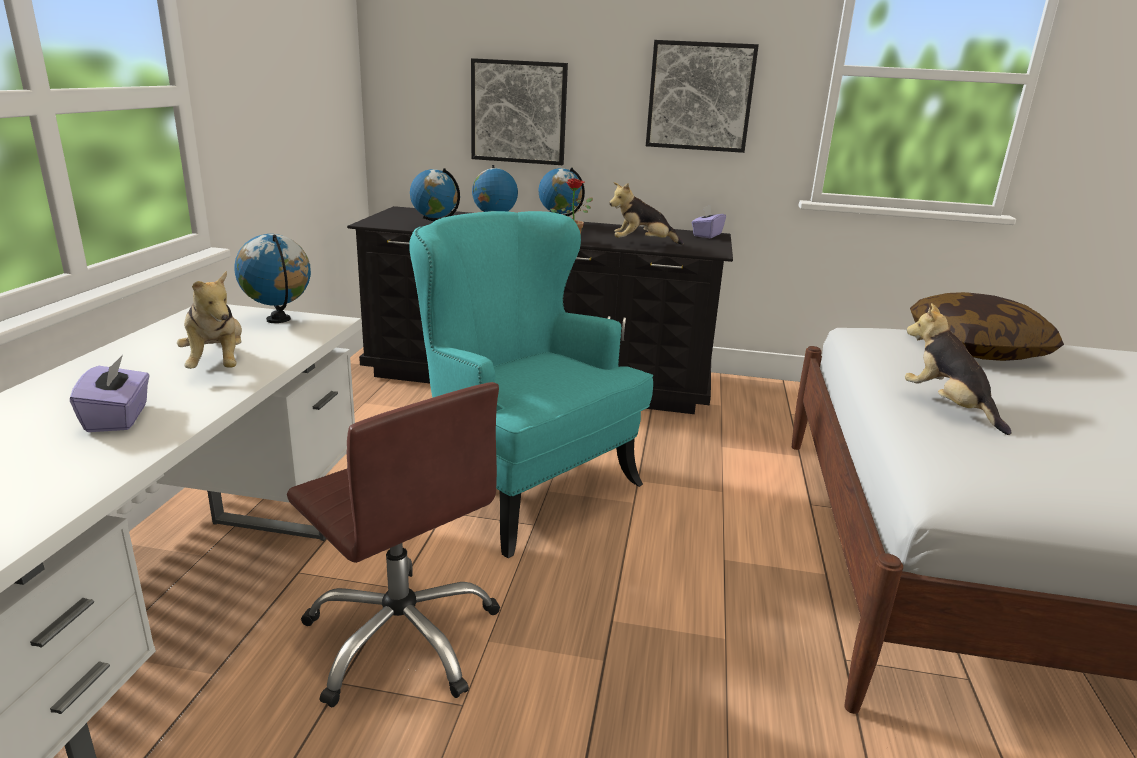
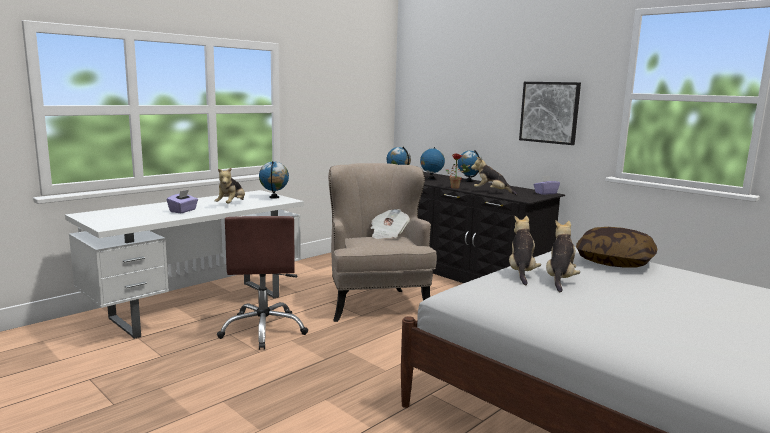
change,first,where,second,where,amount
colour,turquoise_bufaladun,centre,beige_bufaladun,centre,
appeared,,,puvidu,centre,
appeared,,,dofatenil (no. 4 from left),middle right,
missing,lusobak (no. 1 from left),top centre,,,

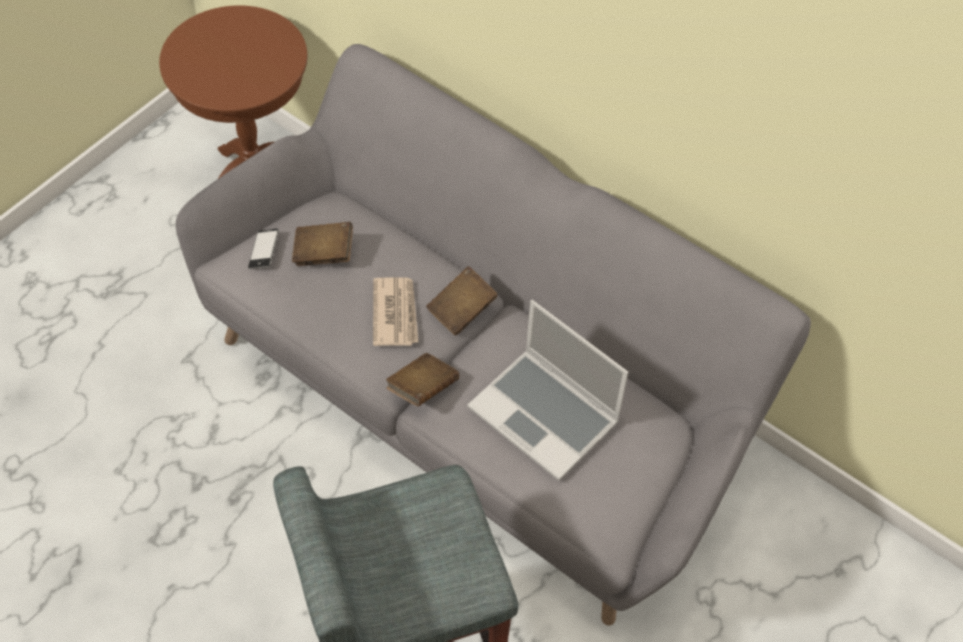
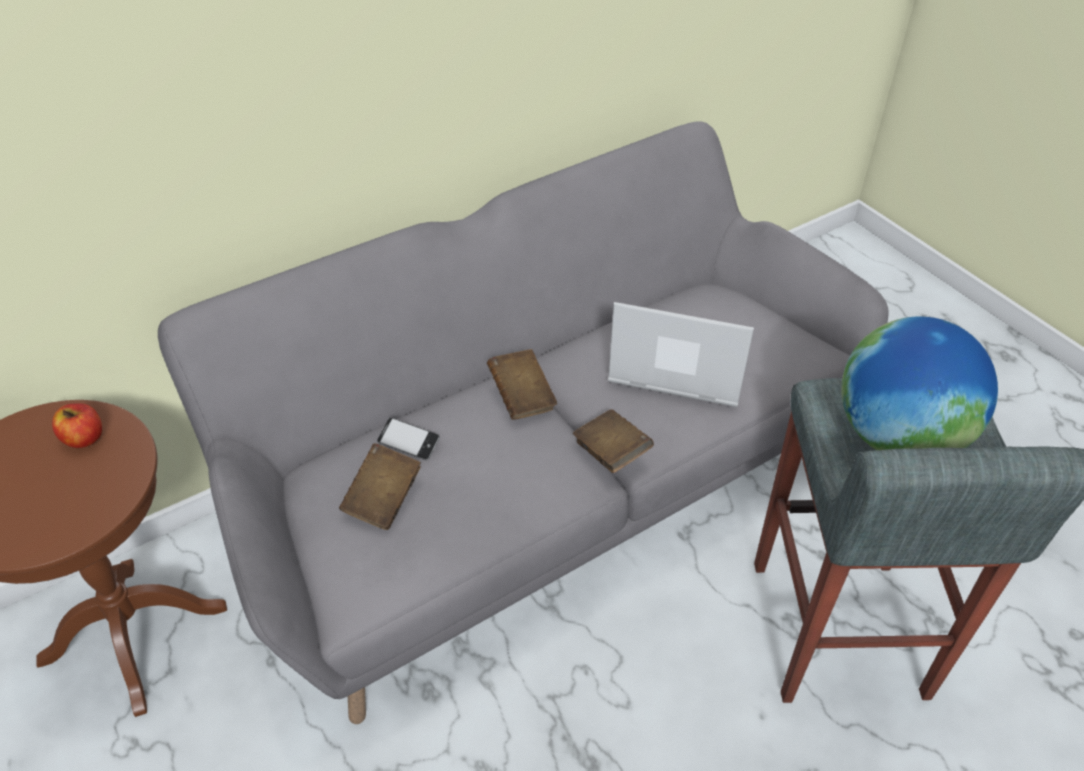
change,first,where,second,where,amount
appeared,,,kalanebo,middle left,
relocated,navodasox,middle left,,centre,
spun,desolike,centre,,centre,135 degrees counterclockwise
appeared,,,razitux,middle right,
missing,puvidu,centre,,,

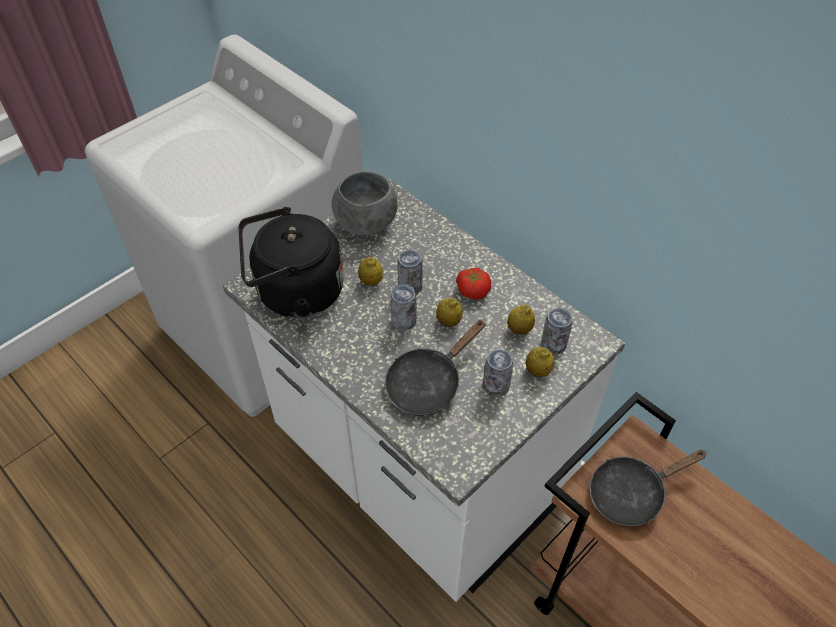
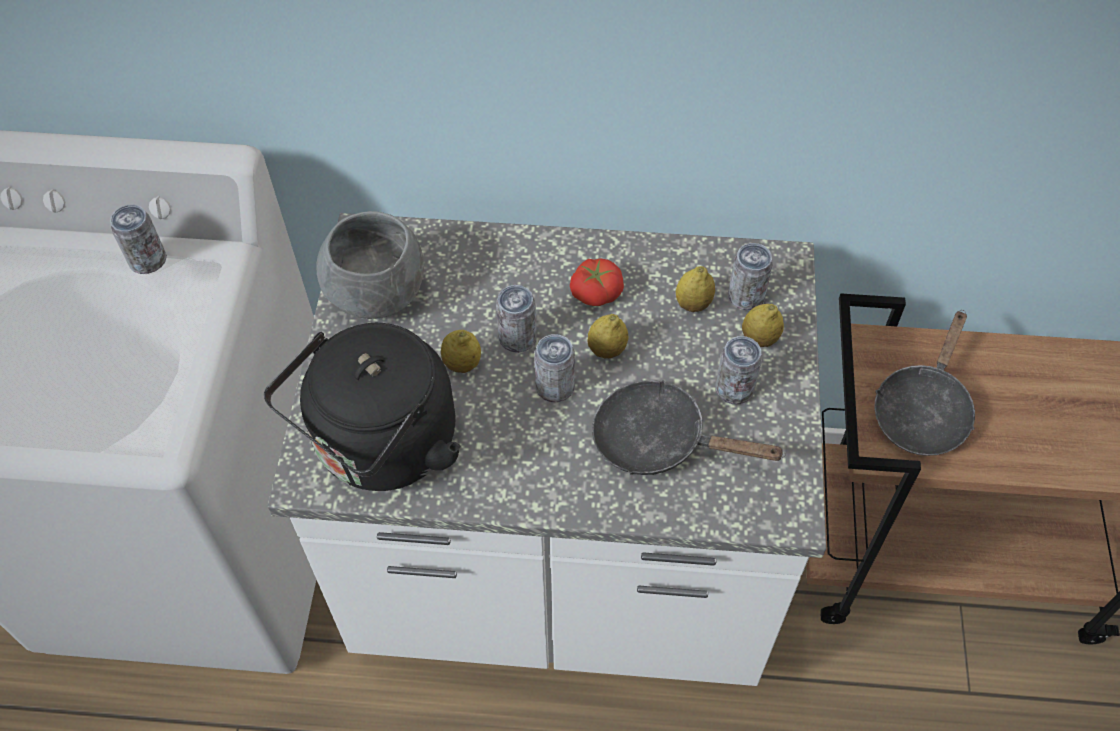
change,first,where,second,where,amount
appeared,,,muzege (no. 1 from left),top left,
spun,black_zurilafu (no. 1 from left),centre,,centre,105 degrees clockwise

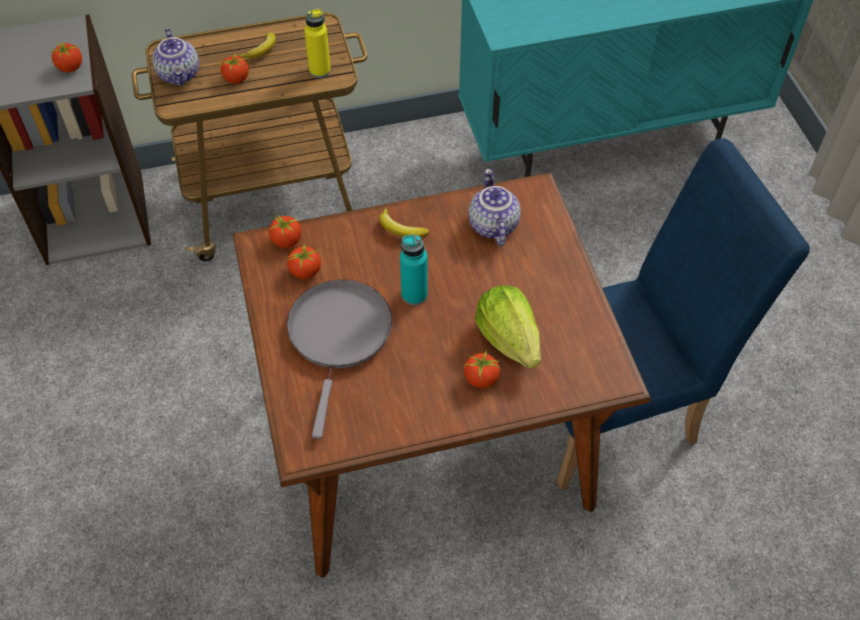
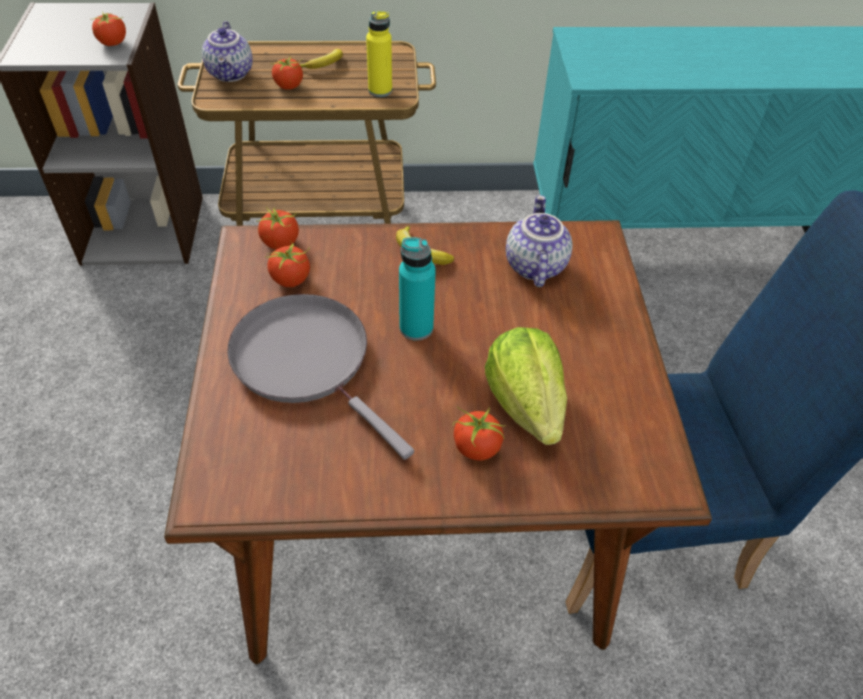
change,first,where,second,where,amount
spun,grey_zurilafu,centre,,centre,60 degrees counterclockwise

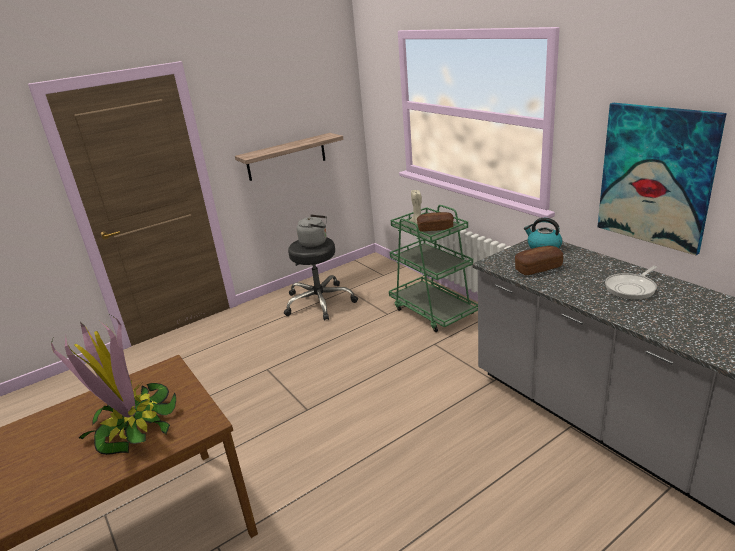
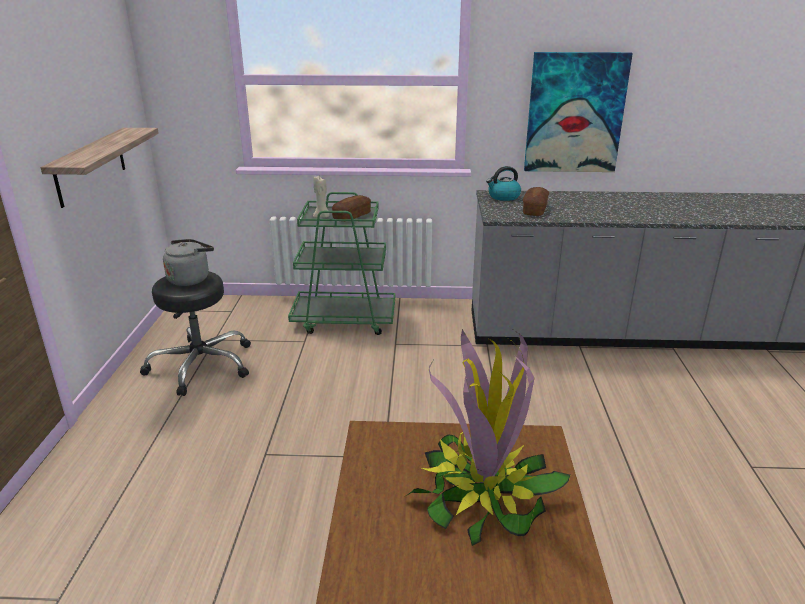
change,first,where,second,where,amount
missing,zurilafu,middle right,,,

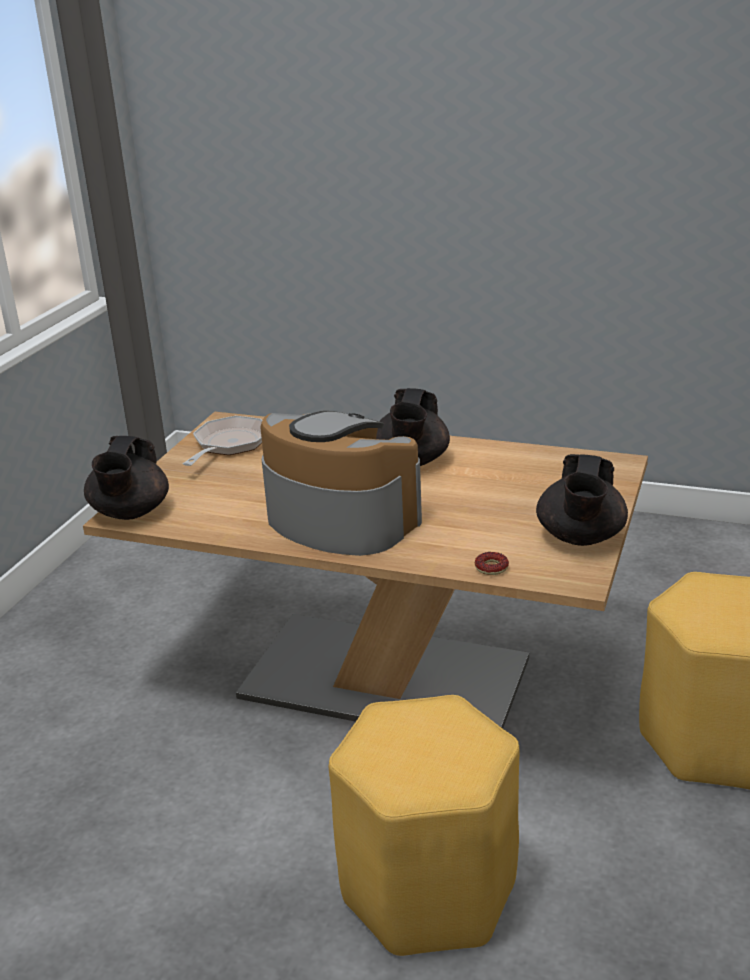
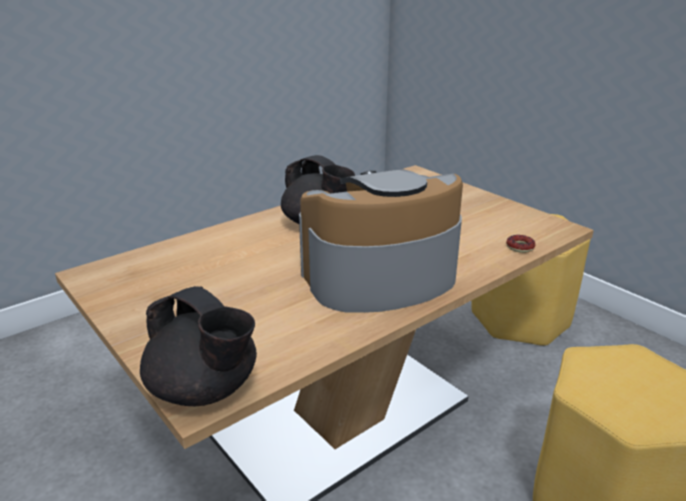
change,first,where,second,where,amount
missing,zurilafu,middle left,,,
missing,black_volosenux (no. 3 from left),middle right,,,

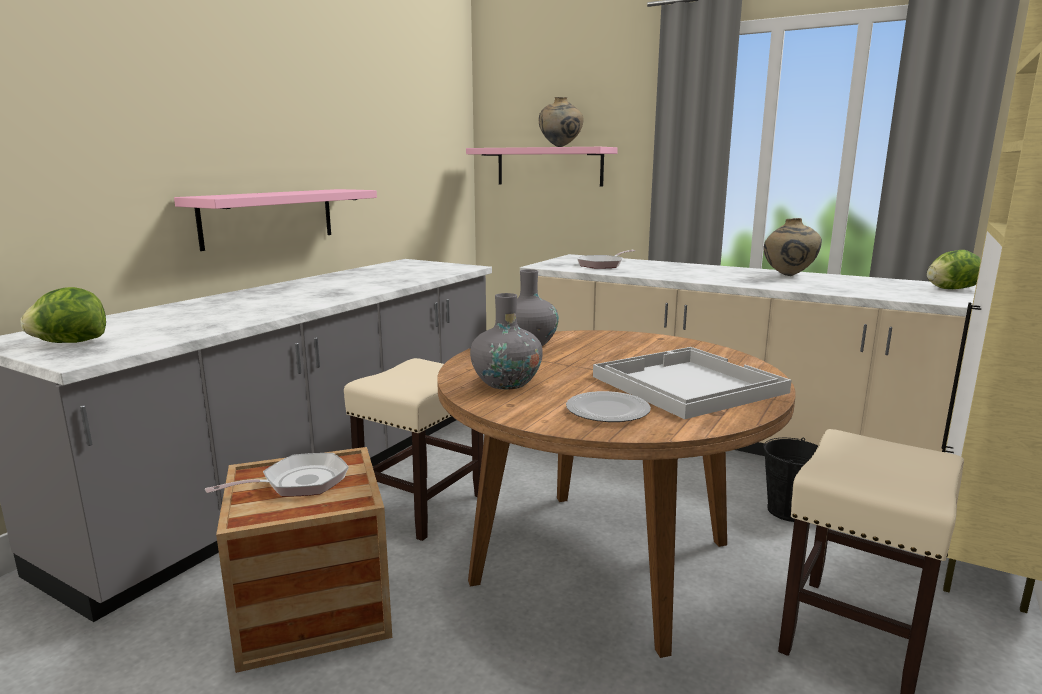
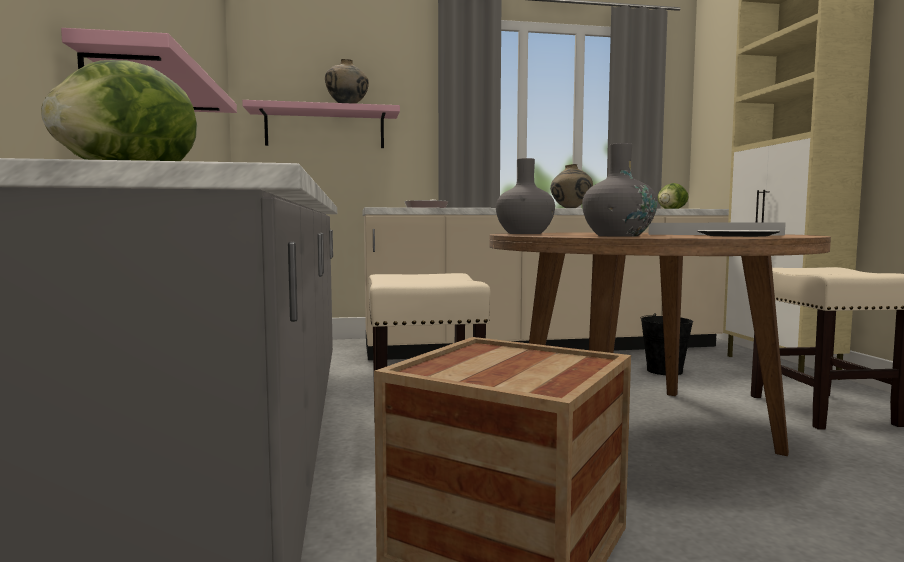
change,first,where,second,where,amount
missing,zurilafu (no. 1 from left),bottom left,,,

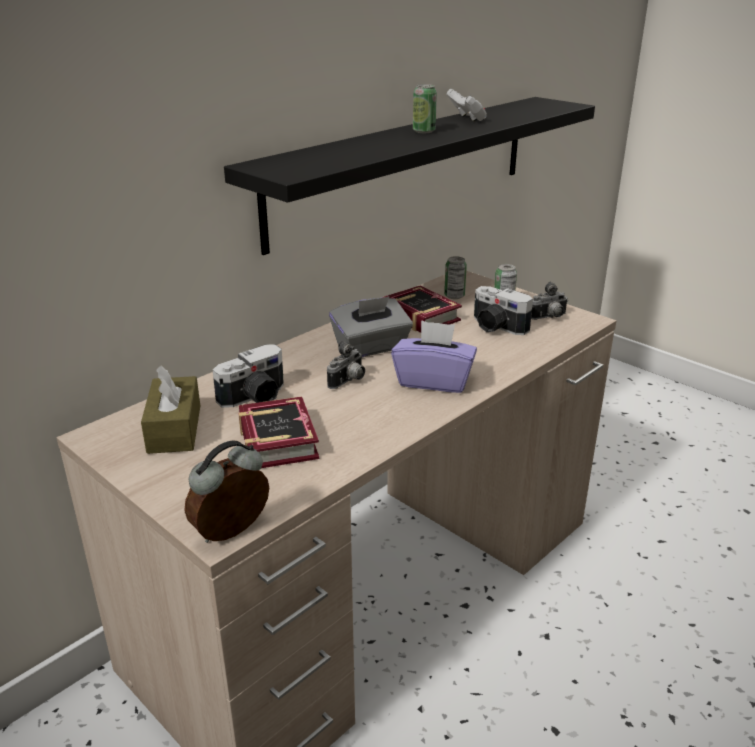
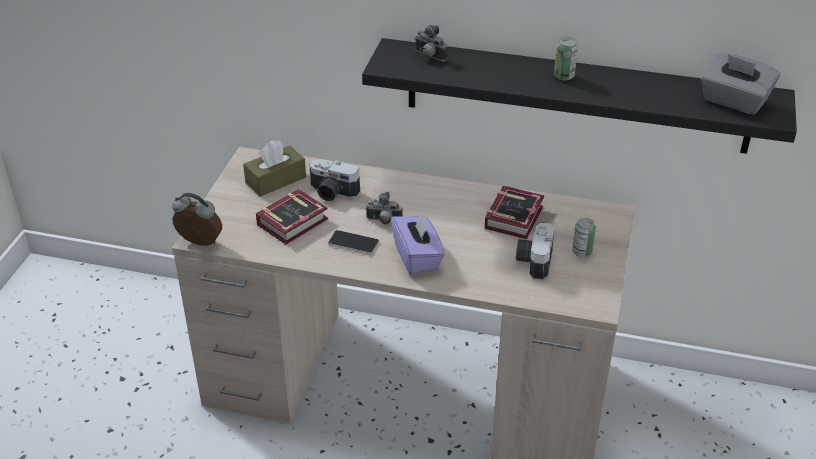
change,first,where,second,where,amount
appeared,,,navodasox,centre,
relocated,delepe (no. 4 from left in the first image),middle right,delepe (no. 3 from left),top centre,
relocated,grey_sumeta,centre,,top right,
missing,muzege (no. 2 from left),centre,,,
missing,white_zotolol,top centre,,,

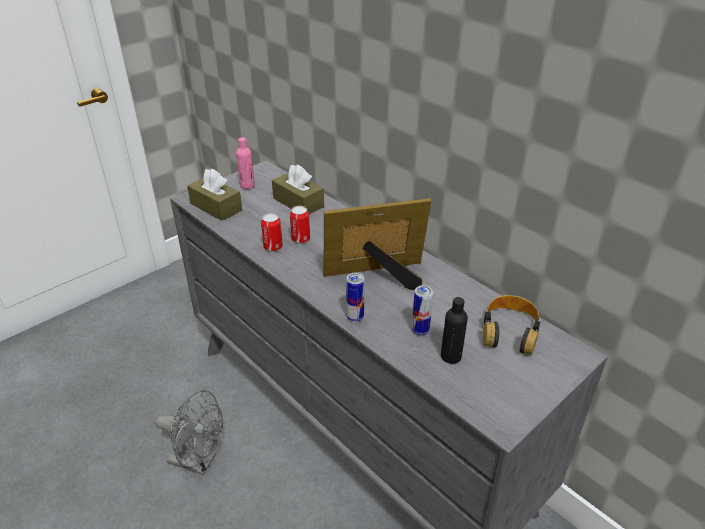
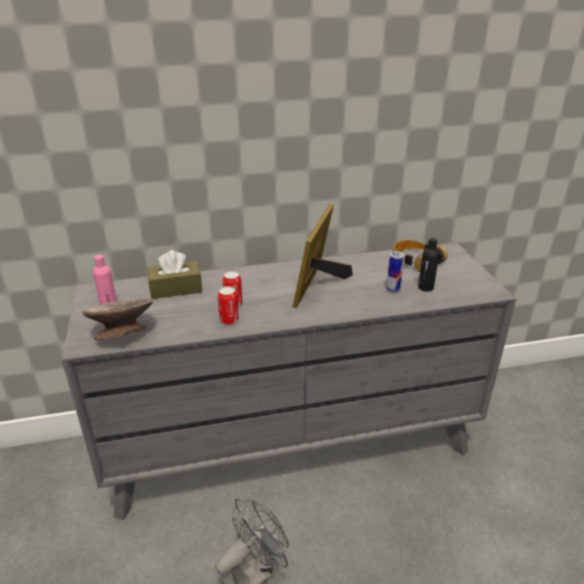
change,first,where,second,where,amount
exchanged,brown_sumeta (no. 1 from left),middle left,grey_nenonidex,middle left,
missing,muzege (no. 3 from left),centre,,,

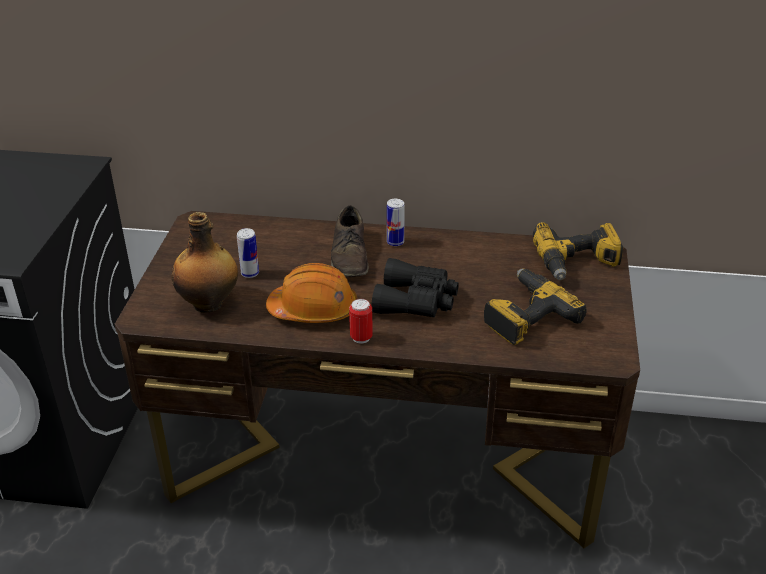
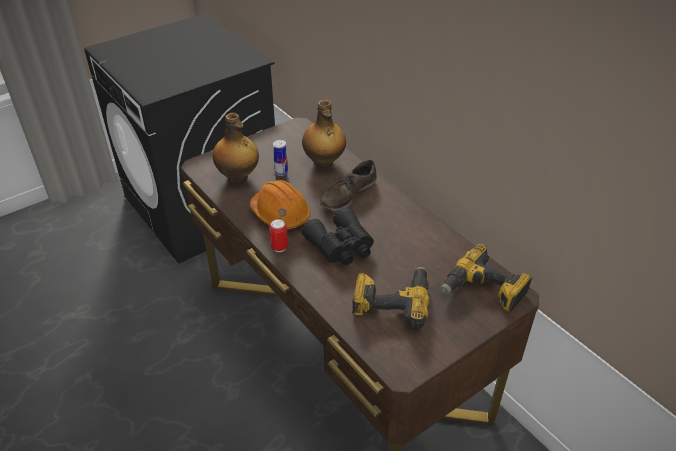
change,first,where,second,where,amount
appeared,,,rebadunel (no. 2 from left),top centre,
missing,muzege (no. 3 from left),centre,,,

